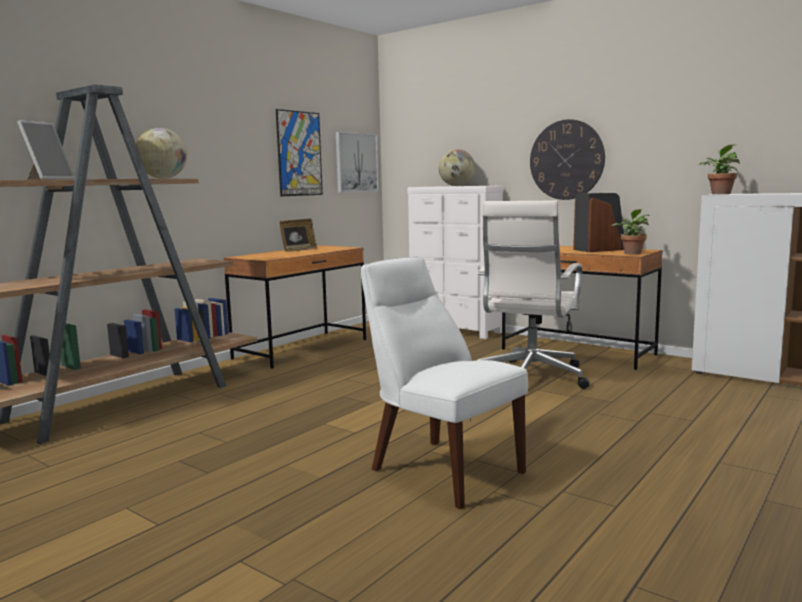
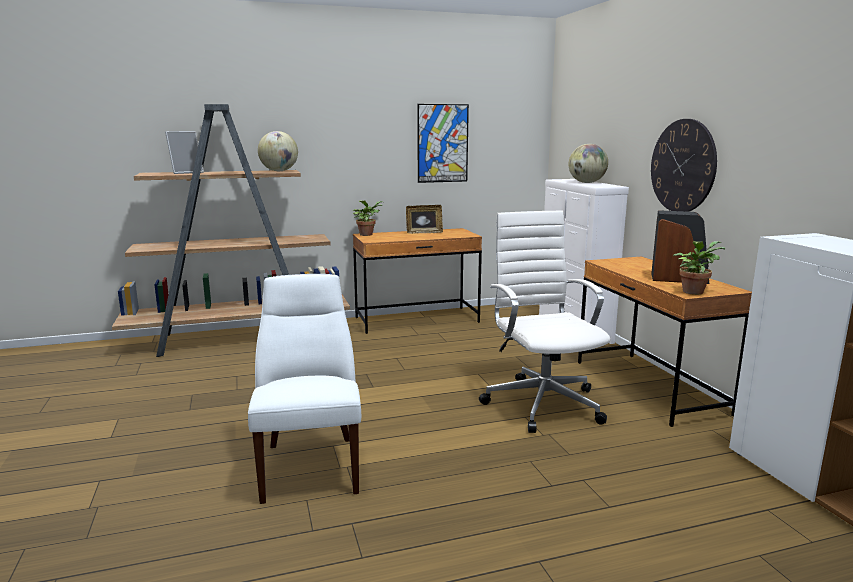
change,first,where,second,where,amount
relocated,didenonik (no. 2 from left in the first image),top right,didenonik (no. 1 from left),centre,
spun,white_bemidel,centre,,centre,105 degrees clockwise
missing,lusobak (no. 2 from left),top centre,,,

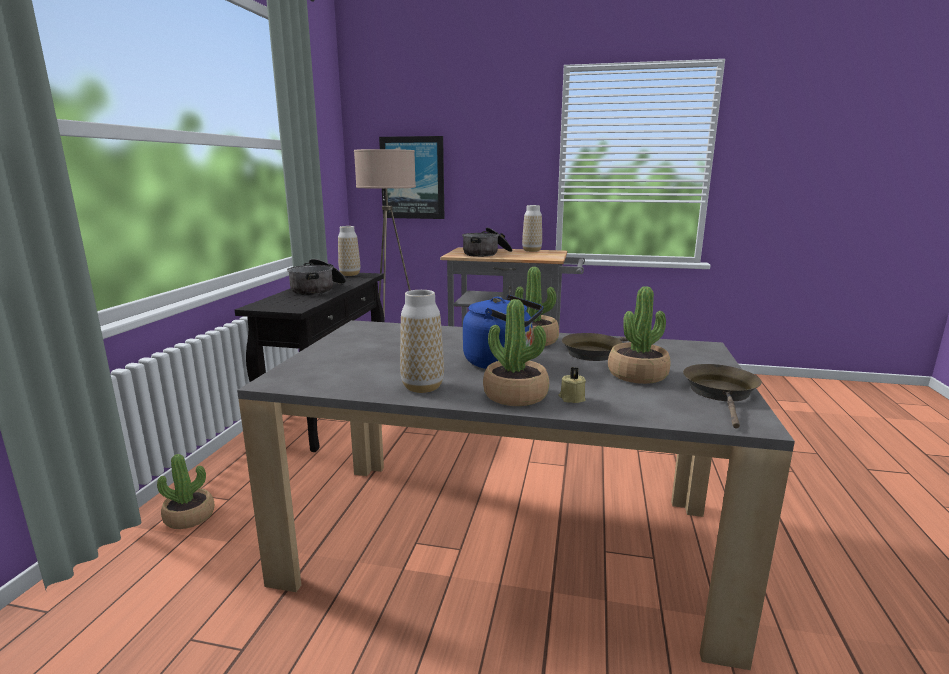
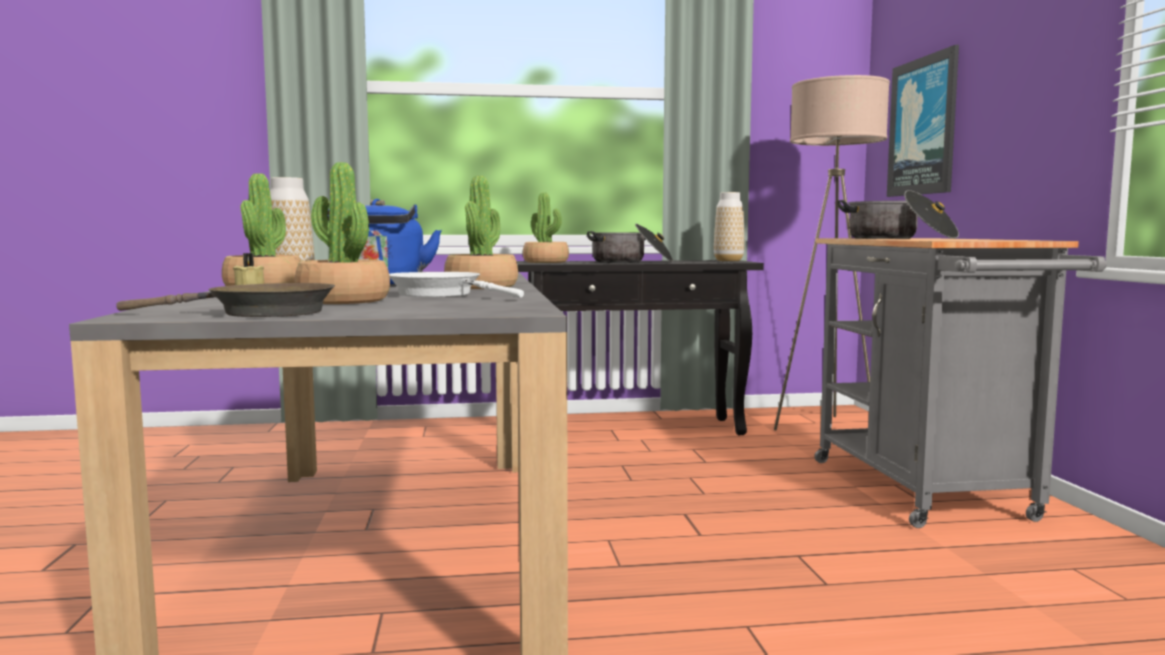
change,first,where,second,where,amount
colour,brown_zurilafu (no. 1 from left),centre,white_zurilafu,centre,
relocated,didenonik (no. 1 from left in the first image),bottom left,didenonik (no. 4 from left),centre,
missing,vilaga (no. 3 from left),centre,,,

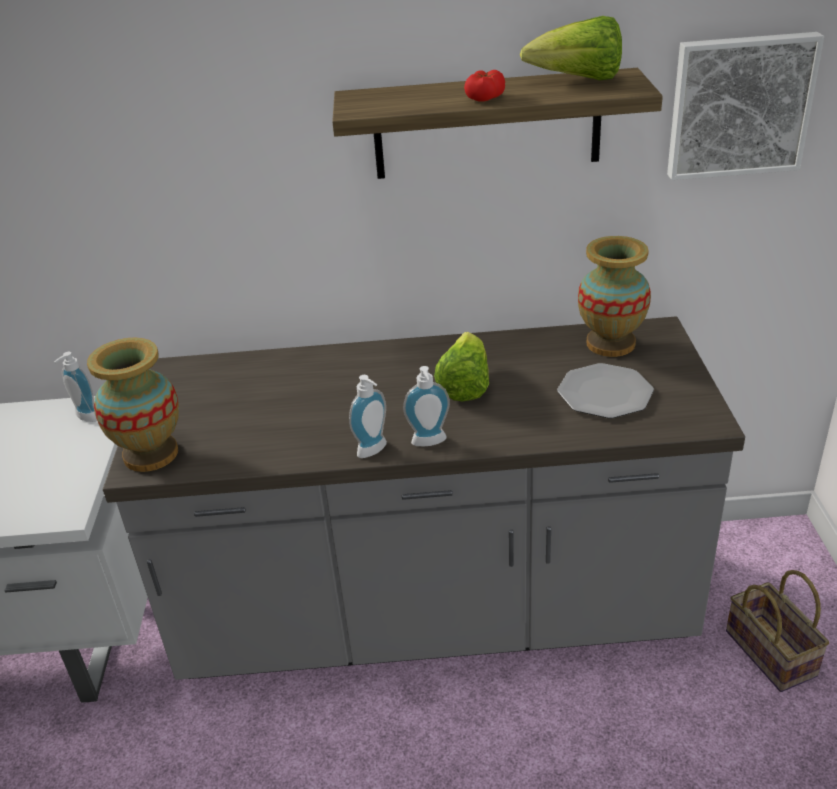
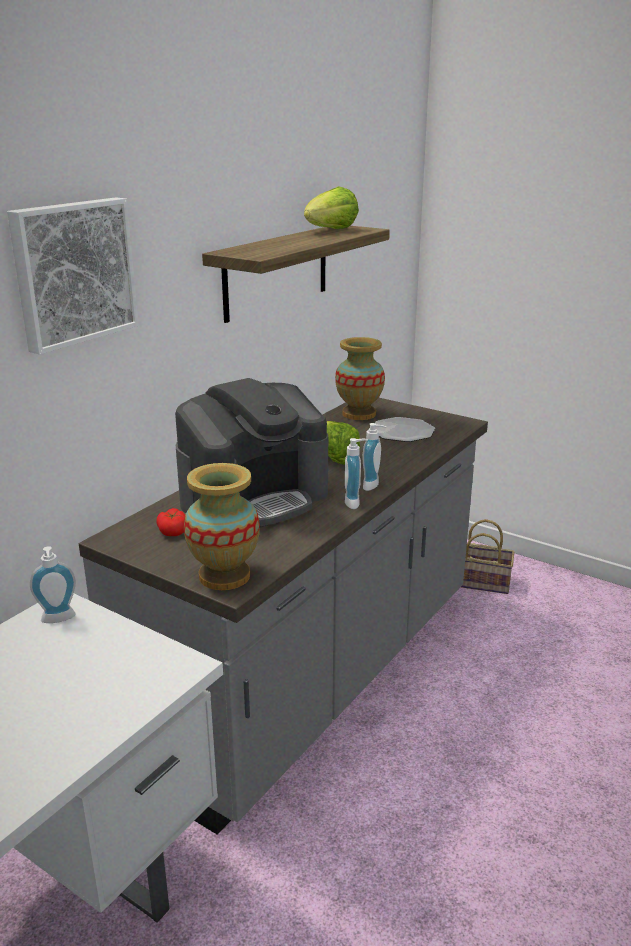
change,first,where,second,where,amount
relocated,lusobak,top right,,top left,
relocated,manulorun,top centre,,middle left,
appeared,,,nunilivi,centre,

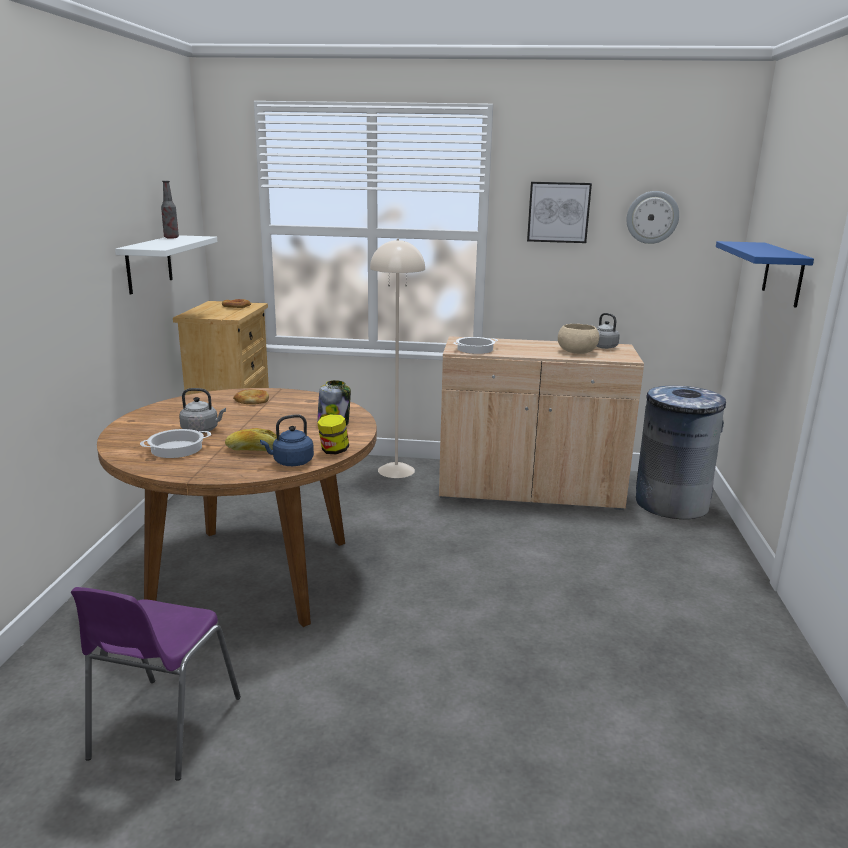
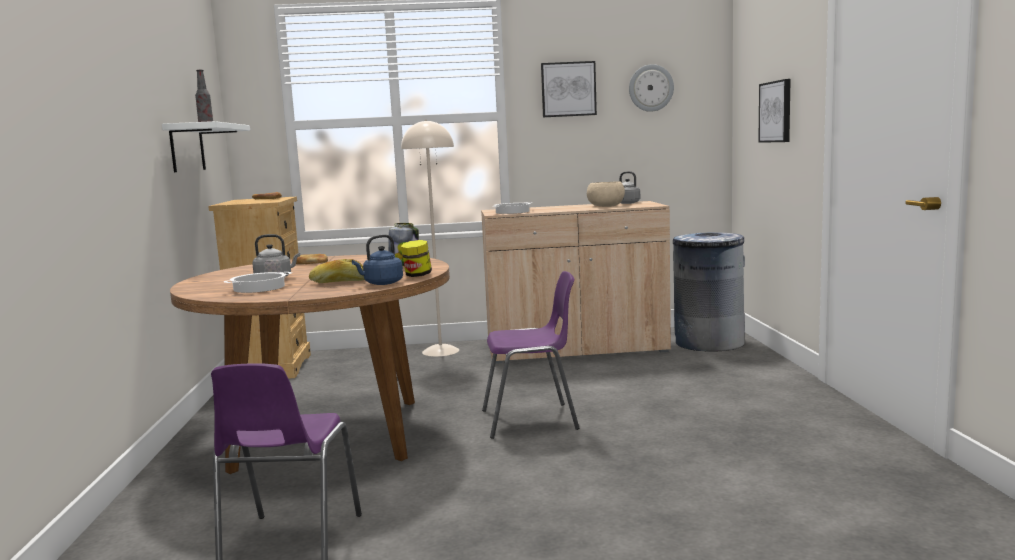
change,first,where,second,where,amount
appeared,,,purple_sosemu (no. 2 from left),centre,
exchanged,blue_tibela,top right,lusobak (no. 2 from left),top right,

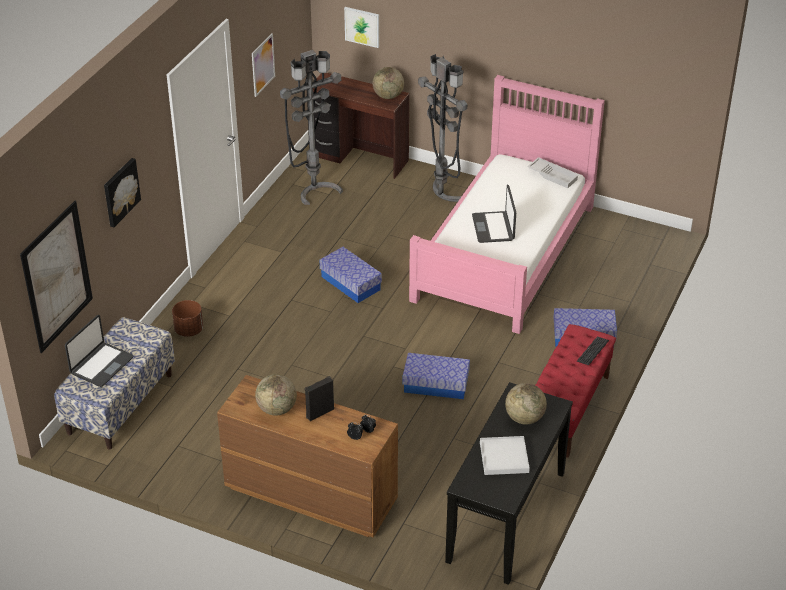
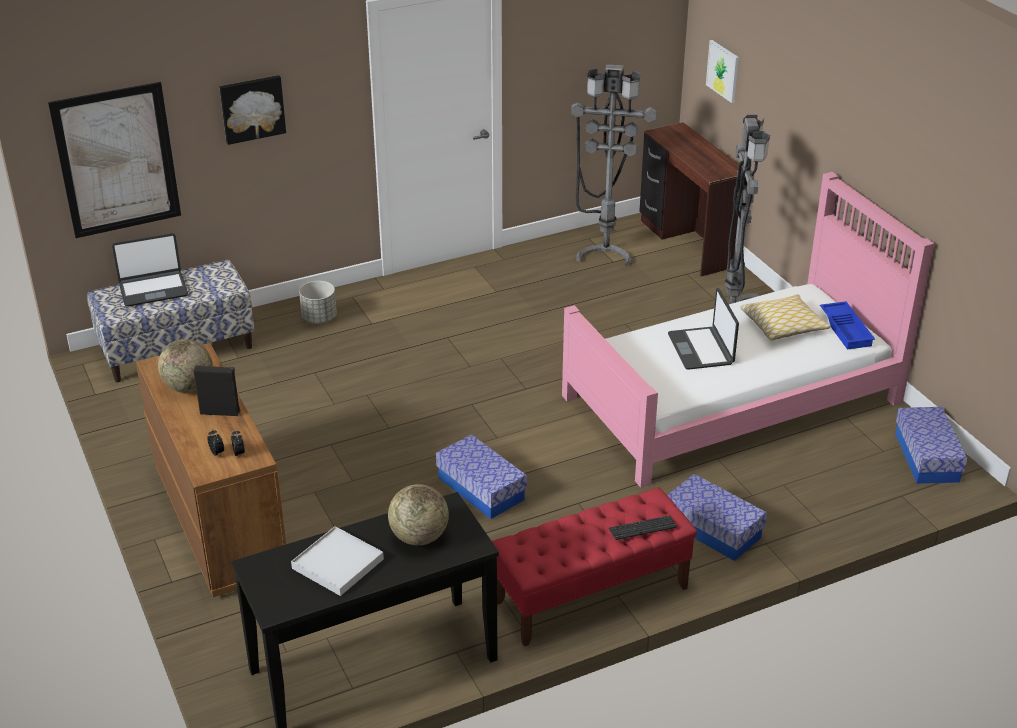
change,first,where,second,where,amount
colour,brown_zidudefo,middle left,grey_zidudefo,middle left,
spun,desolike (no. 2 from left),centre,,middle right,45 degrees counterclockwise
appeared,,,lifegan,middle right,
colour,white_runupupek (no. 2 from left),top right,blue_runupupek,middle right,
relocated,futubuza (no. 1 from left in the first image),centre,futubuza (no. 3 from left),middle right,
missing,lusobak (no. 3 from left),top centre,,,
missing,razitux (no. 2 from left),top centre,,,

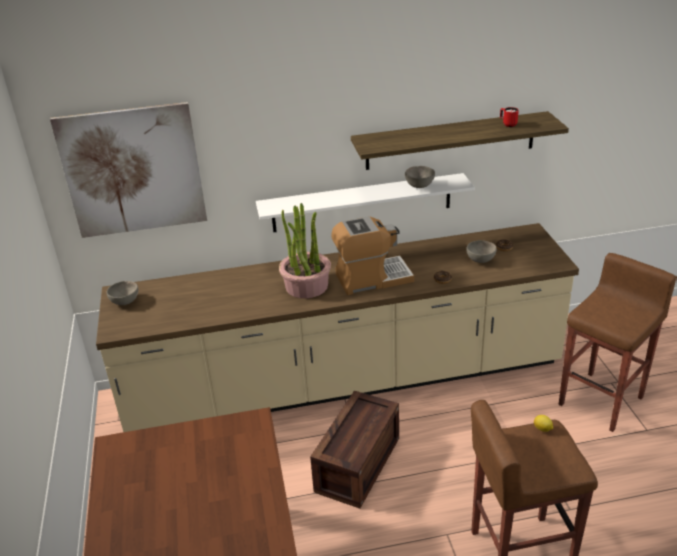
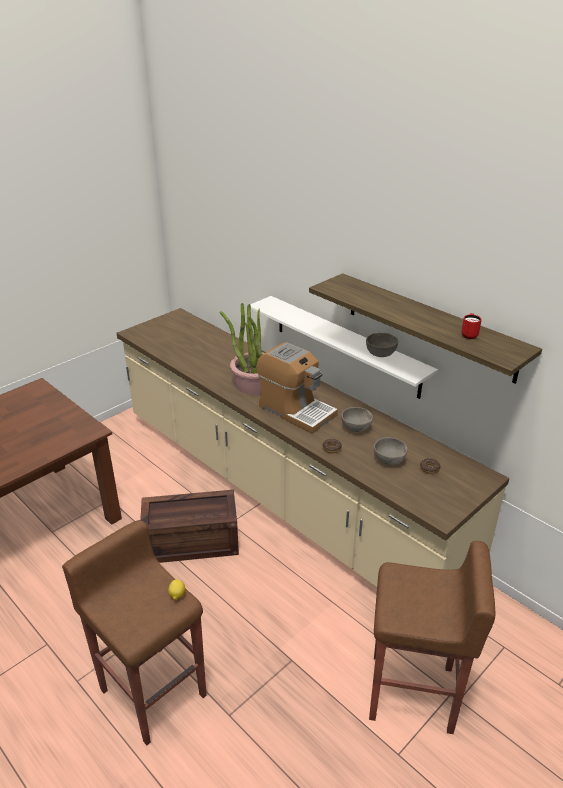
change,first,where,second,where,amount
relocated,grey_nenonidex (no. 1 from left),middle left,,centre,
missing,lusobak,top left,,,

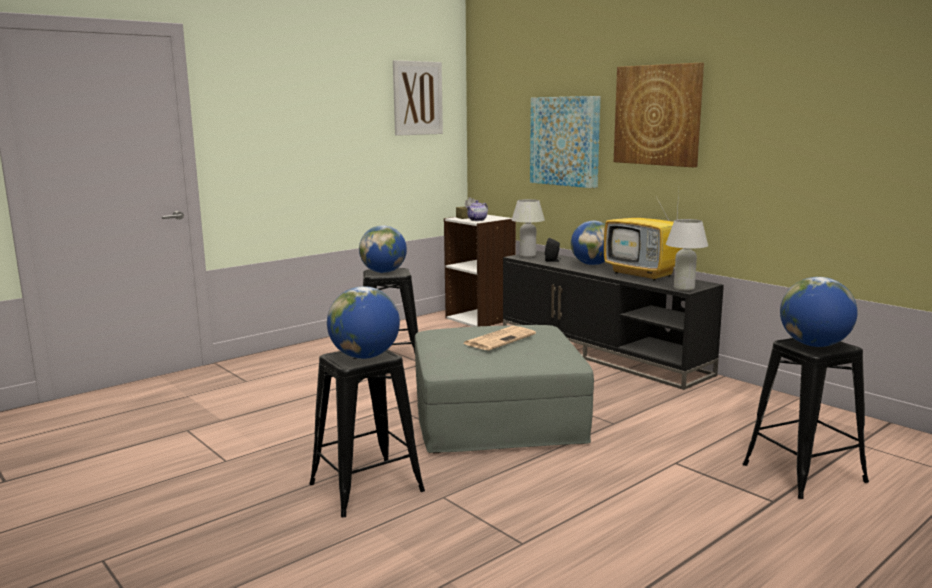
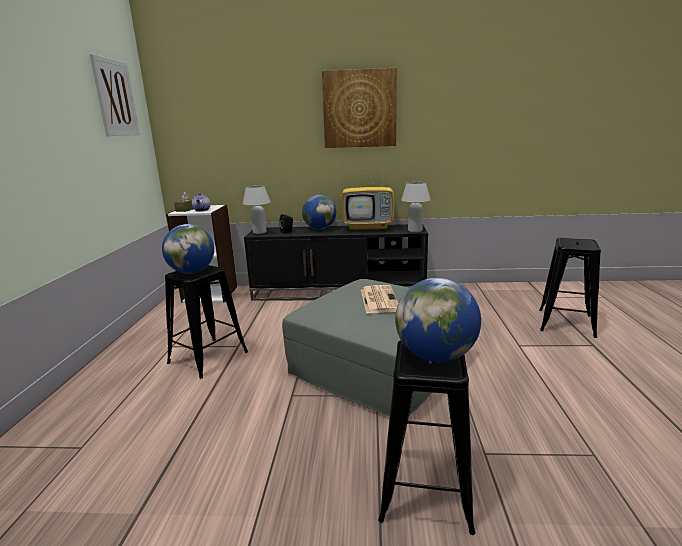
change,first,where,second,where,amount
missing,lusobak (no. 2 from left),top centre,,,
missing,razitux (no. 4 from left),middle right,,,

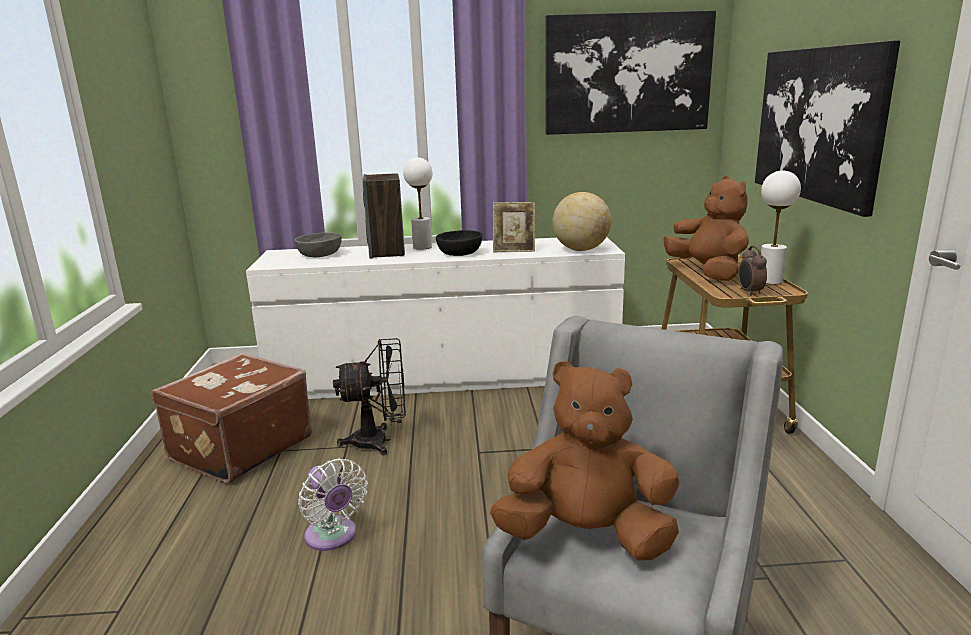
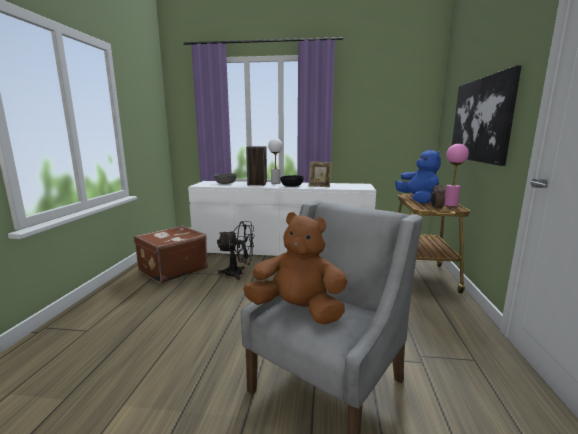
change,first,where,second,where,amount
colour,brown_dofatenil (no. 2 from left),middle right,blue_dofatenil,middle right,
colour,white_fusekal (no. 2 from left),middle right,pink_fusekal,middle right,
missing,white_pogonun,bottom centre,,,
missing,lusobak (no. 1 from left),top centre,,,
missing,razitux,centre,,,

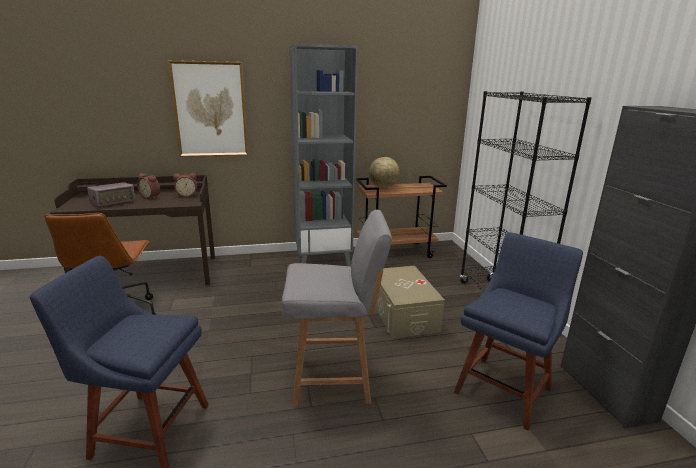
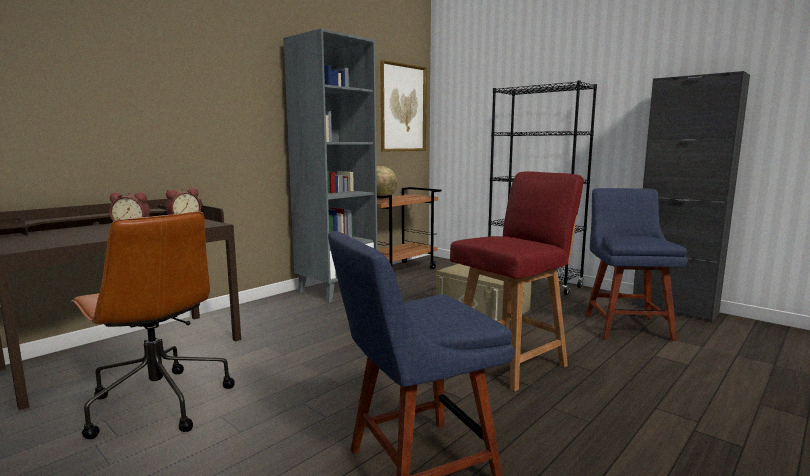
change,first,where,second,where,amount
relocated,lusobak,top left,,top centre,
colour,grey_sosemu,centre,red_sosemu,centre,
missing,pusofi,middle left,,,

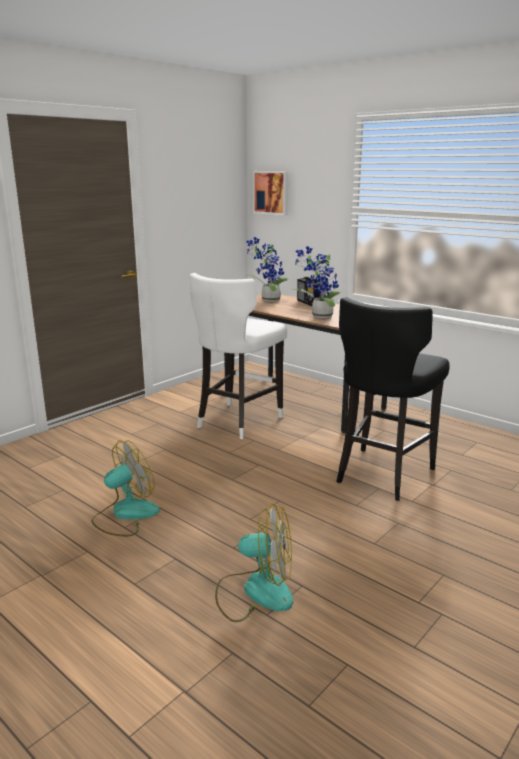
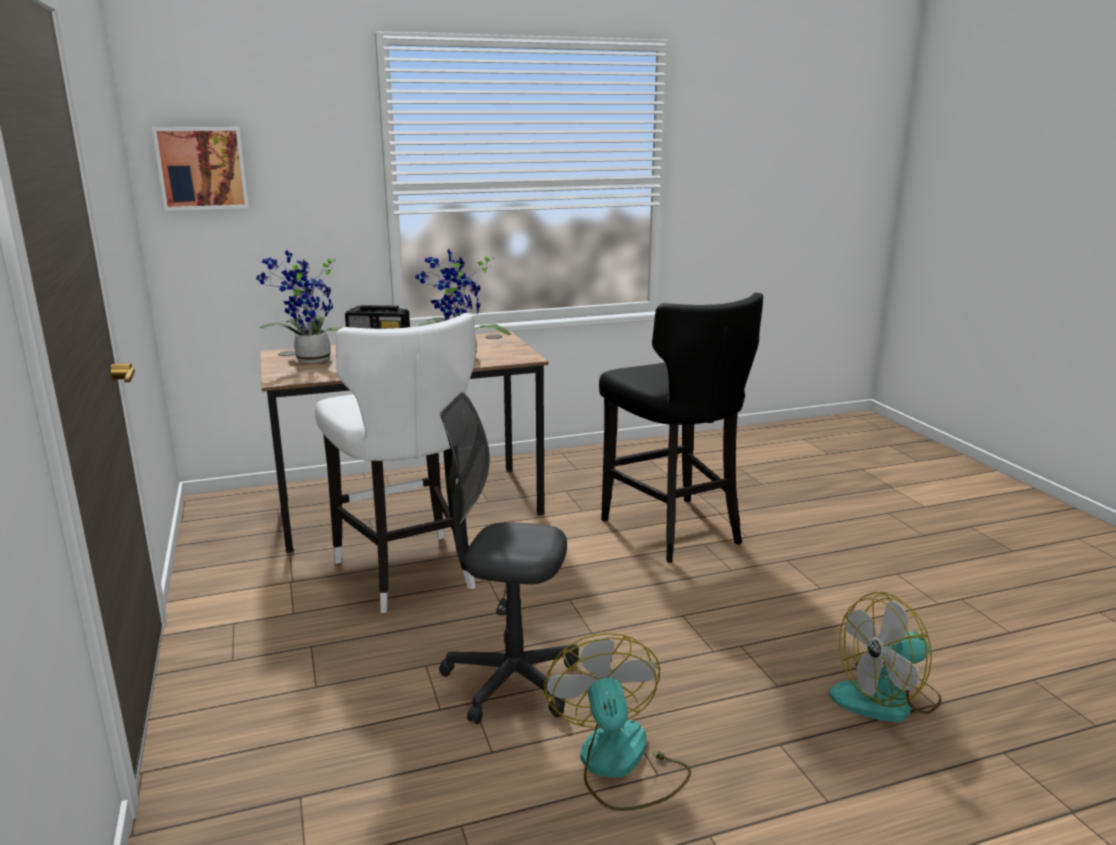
change,first,where,second,where,amount
appeared,,,grey_bemidel,centre,
spun,pogonun (no. 2 from left),bottom centre,,bottom right,150 degrees counterclockwise

